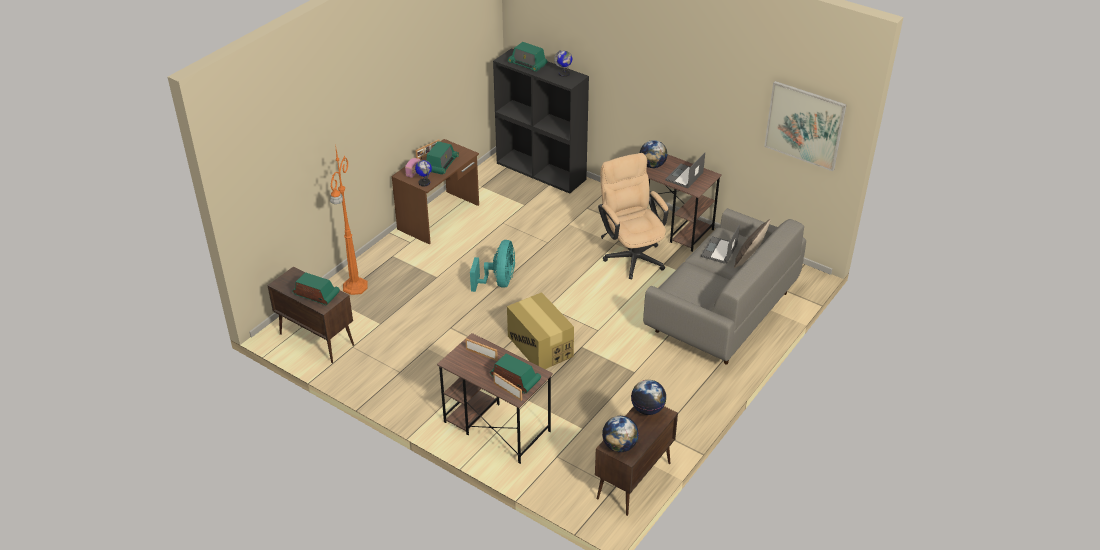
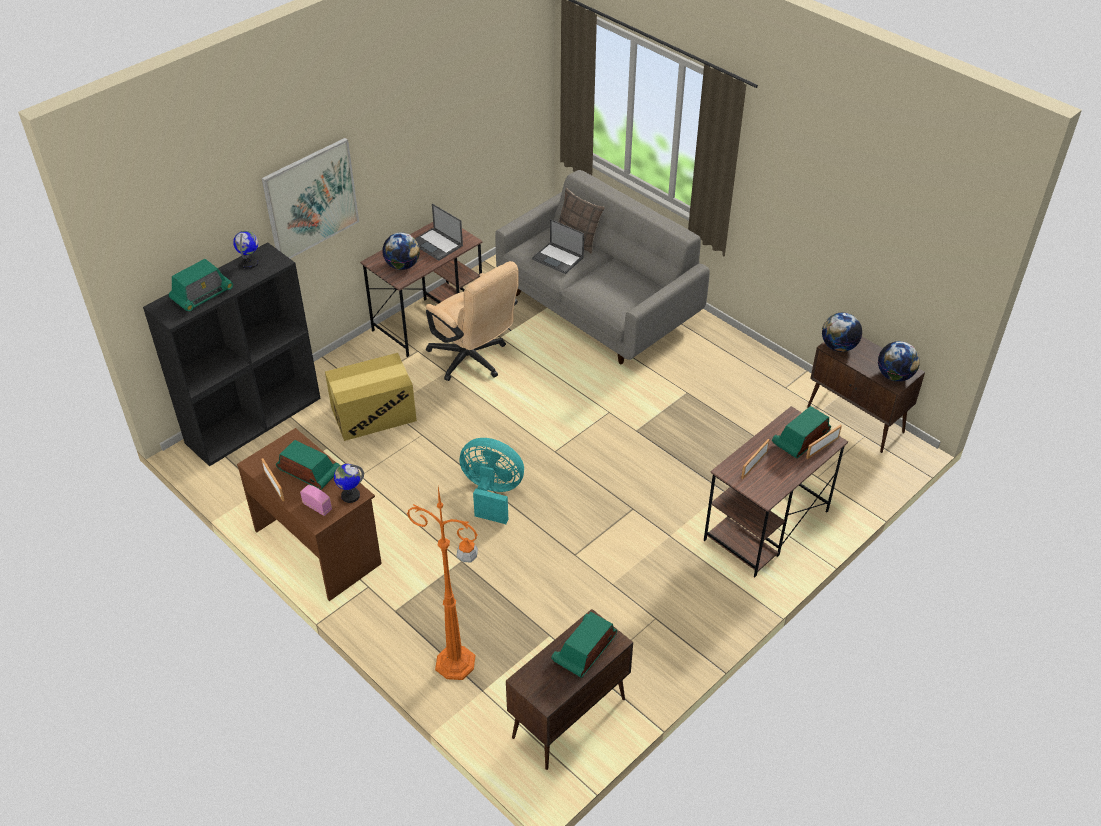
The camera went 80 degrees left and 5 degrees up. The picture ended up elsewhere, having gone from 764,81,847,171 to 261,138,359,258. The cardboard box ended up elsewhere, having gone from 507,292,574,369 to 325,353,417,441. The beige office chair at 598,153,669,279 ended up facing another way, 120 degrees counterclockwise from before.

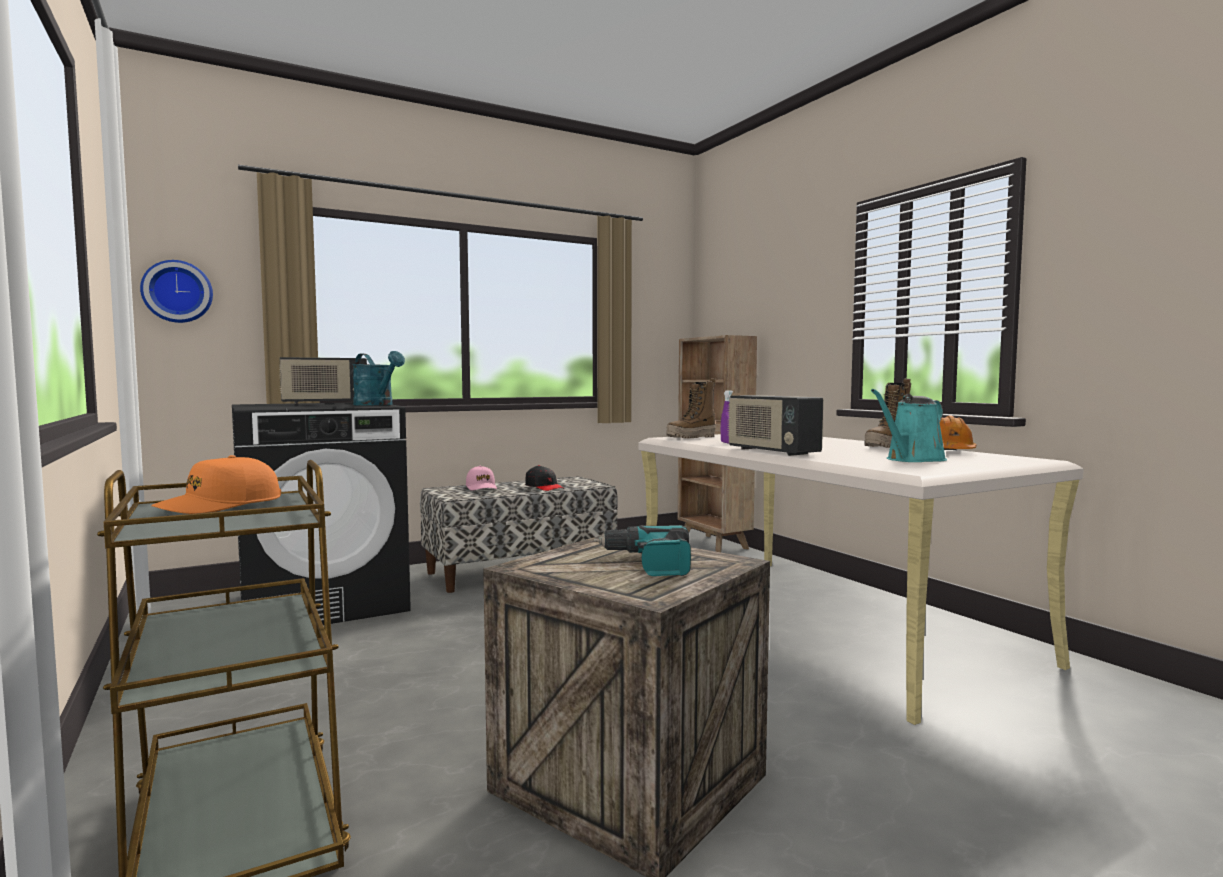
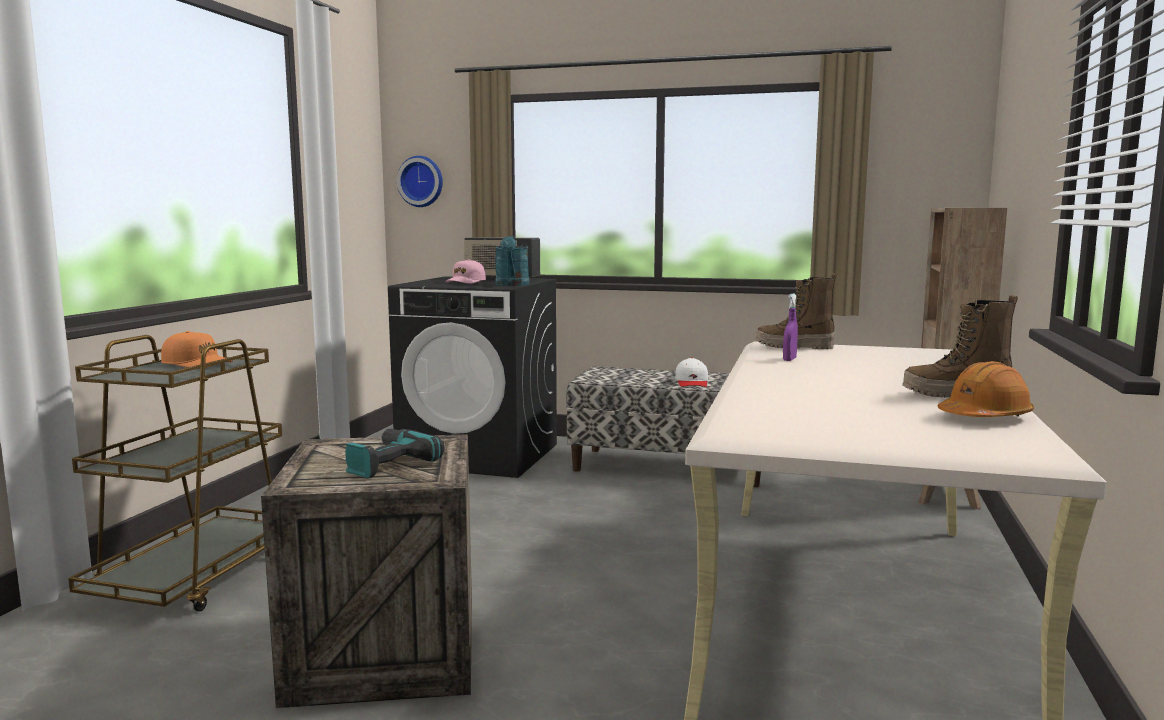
The camera went 45 degrees right and 5 degrees up. The orange cap at 151,455,281,514 ended up facing another way, 150 degrees counterclockwise from before. The pink cap ended up elsewhere, having gone from 466,466,497,490 to 446,259,486,284. What was the black cap at 525,465,565,491 turned into the white cap at 675,357,708,387. The second view lost the radio at 727,395,823,456. The second view lost the turquoise watering can at 871,389,947,462.

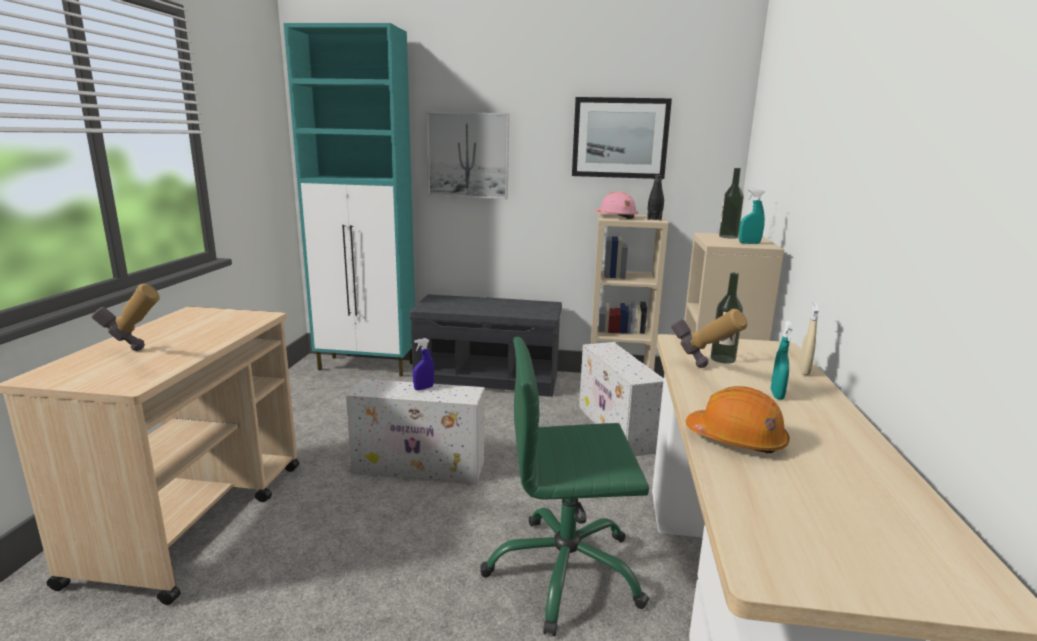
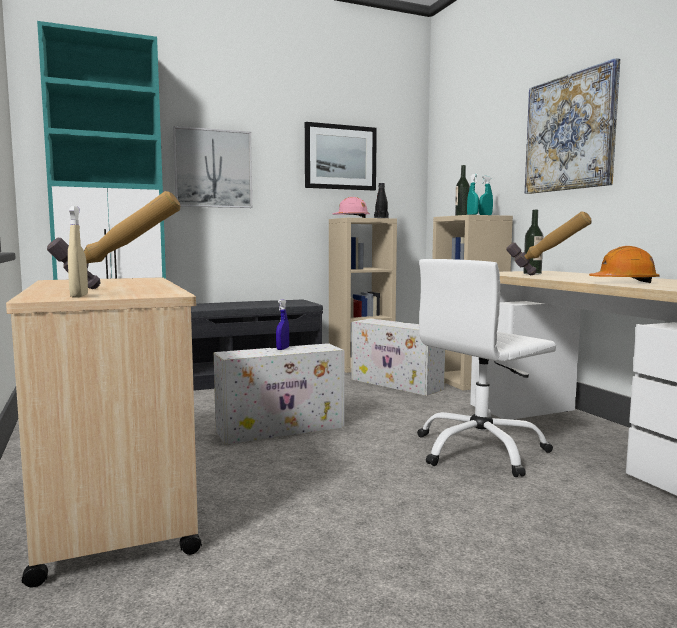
The camera went 30 degrees left and 10 degrees down. The beige spray bottle ended up elsewhere, having gone from 799,302,819,376 to 68,206,88,298. What was the green office chair at 481,337,649,636 turned into the white office chair at 417,259,556,477. The turquoise spray bottle ended up elsewhere, having gone from 771,321,793,400 to 467,174,479,215. The second view gained the picture at 525,58,620,194.

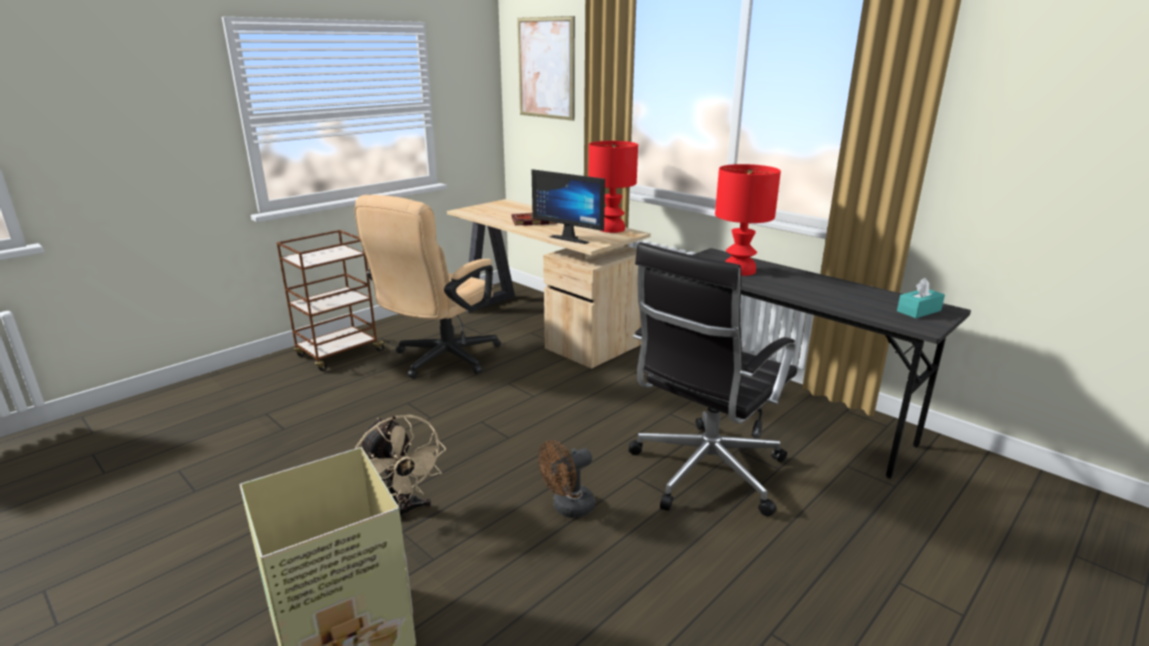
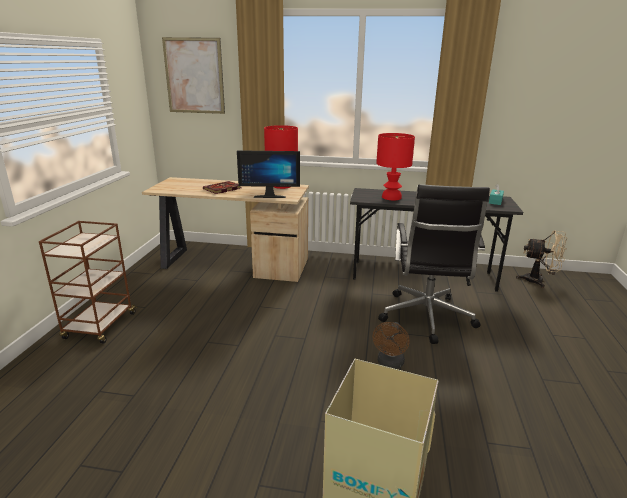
The camera went 35 degrees left and 0 degrees up. The beige fan ended up elsewhere, having gone from 355,415,446,520 to 516,230,567,288. The second view lost the beige office chair at 354,195,501,379.

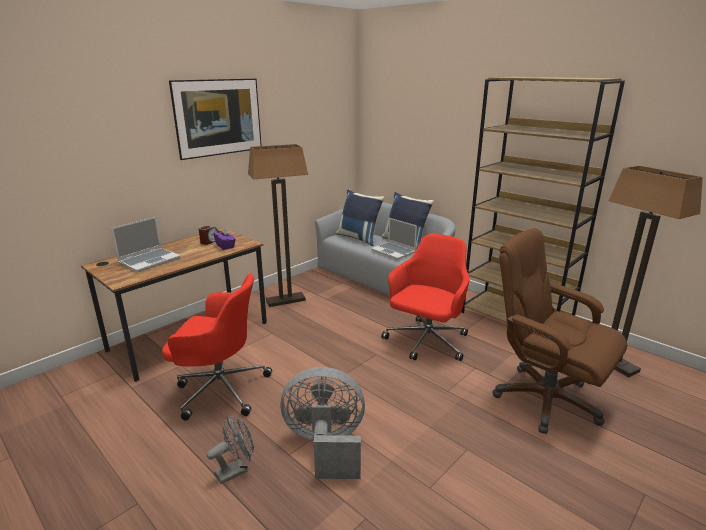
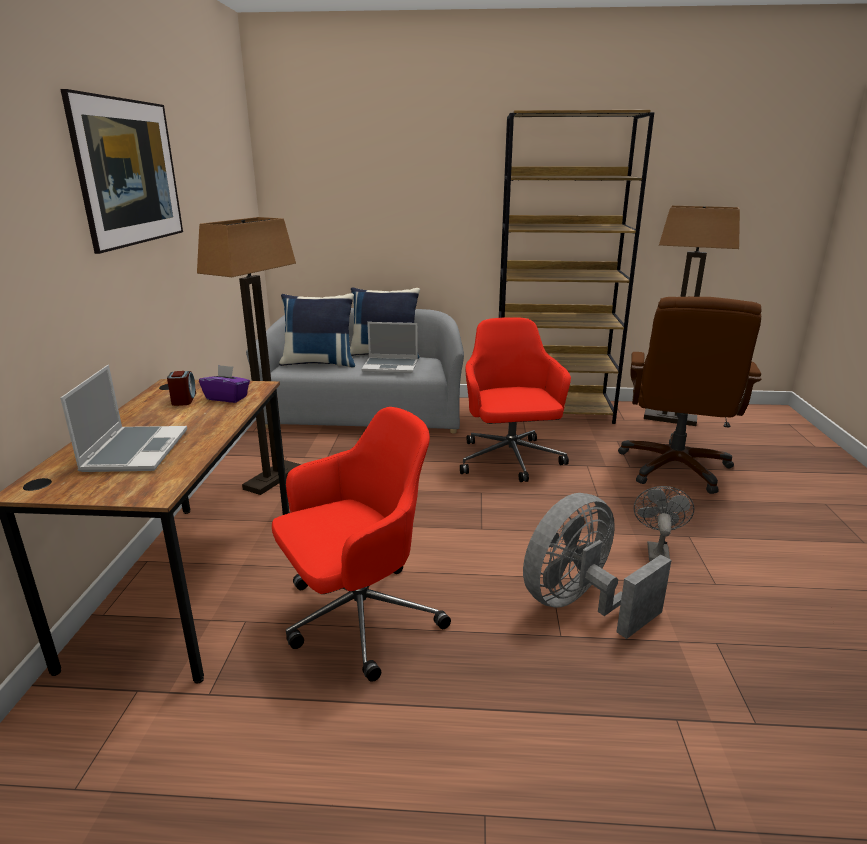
The camera went 40 degrees left and 0 degrees up. The brown office chair at 492,228,627,434 ended up facing another way, 75 degrees counterclockwise from before. The grey fan ended up elsewhere, having gone from 207,416,254,484 to 634,486,694,561.

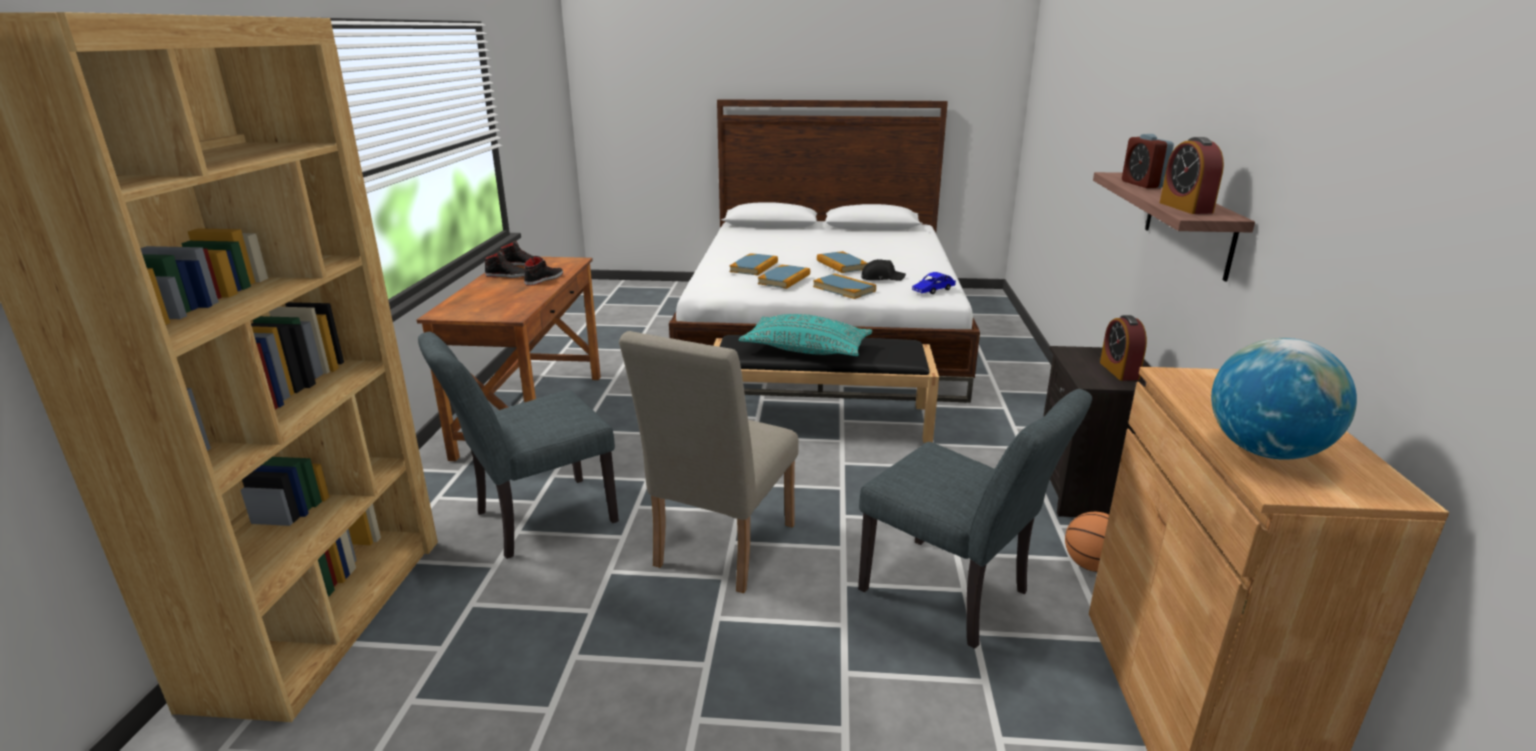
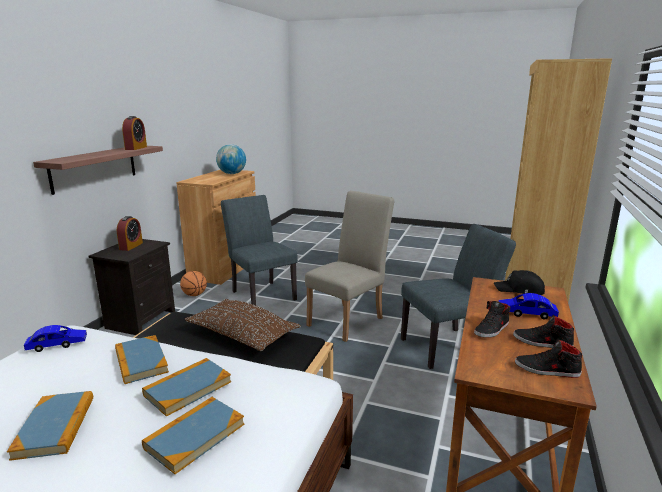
The camera went 165 degrees left and 5 degrees down. What was the turquoise pillow at 739,314,872,356 turned into the brown pillow at 185,299,301,351. The black cap ended up elsewhere, having gone from 861,259,906,281 to 494,270,545,295. The second view gained the blue toy car at 498,293,559,320. The second view lost the alarm clock at 1122,134,1174,188.

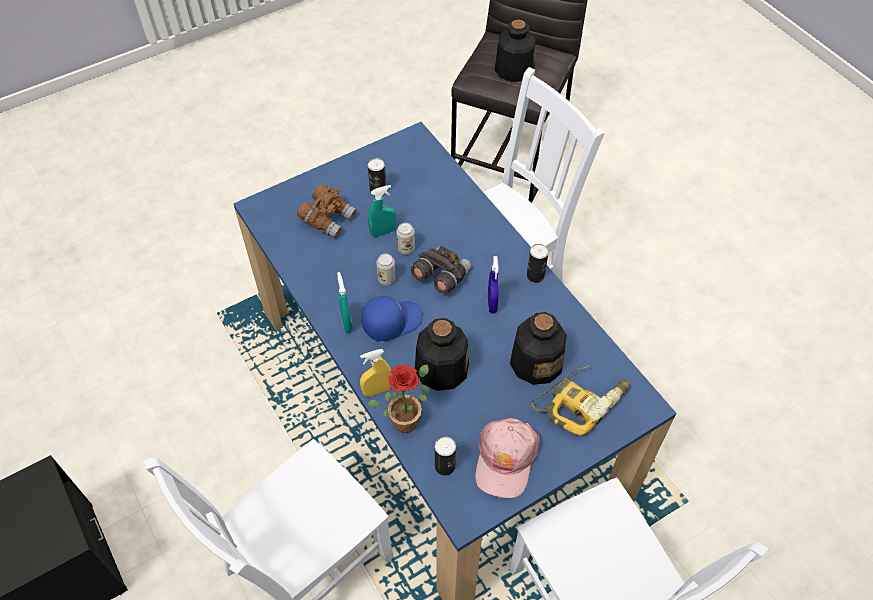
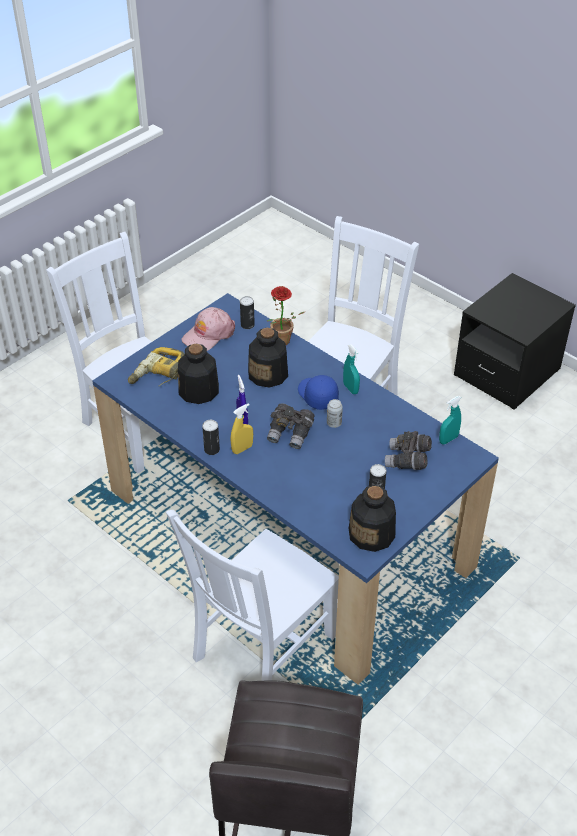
The camera went 165 degrees right and 10 degrees down. The pink cap at 475,418,540,498 ended up facing another way, 135 degrees counterclockwise from before. The yellow spray bottle ended up elsewhere, having gone from 360,349,392,397 to 231,403,253,454. The blue cap at 362,296,423,341 ended up facing another way, 105 degrees clockwise from before. The bottle ended up elsewhere, having gone from 494,20,536,82 to 348,485,396,552. What was the brown binoculars at 297,184,356,238 turned into the grey binoculars at 385,431,432,470. The turquoise spray bottle ended up elsewhere, having gone from 368,185,396,237 to 439,396,461,444. The second view lost the can at 397,223,415,254.

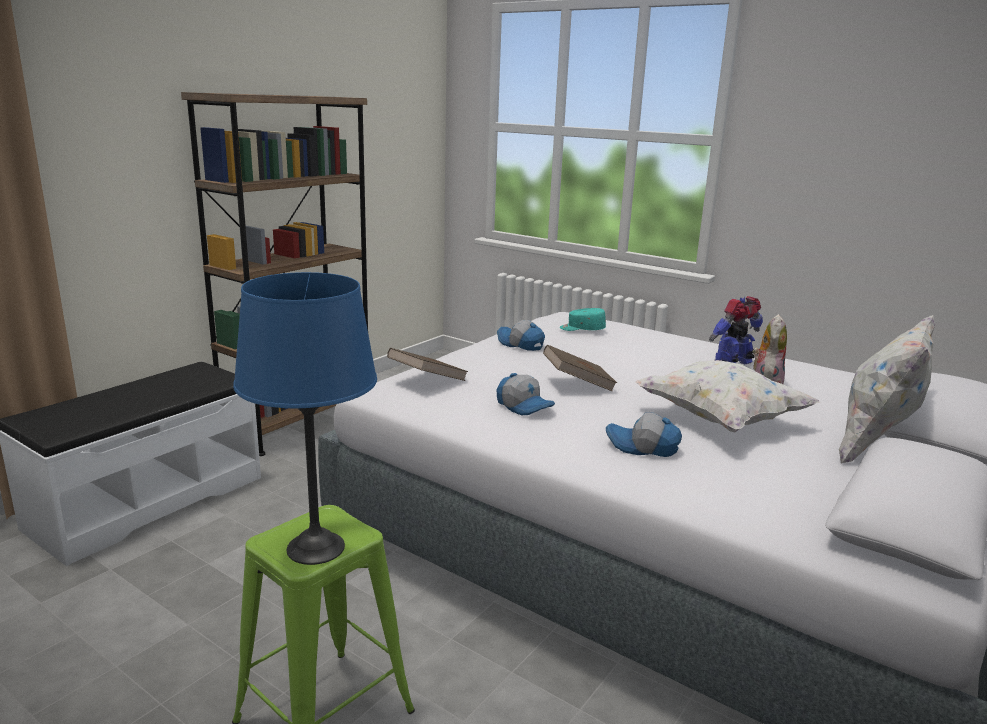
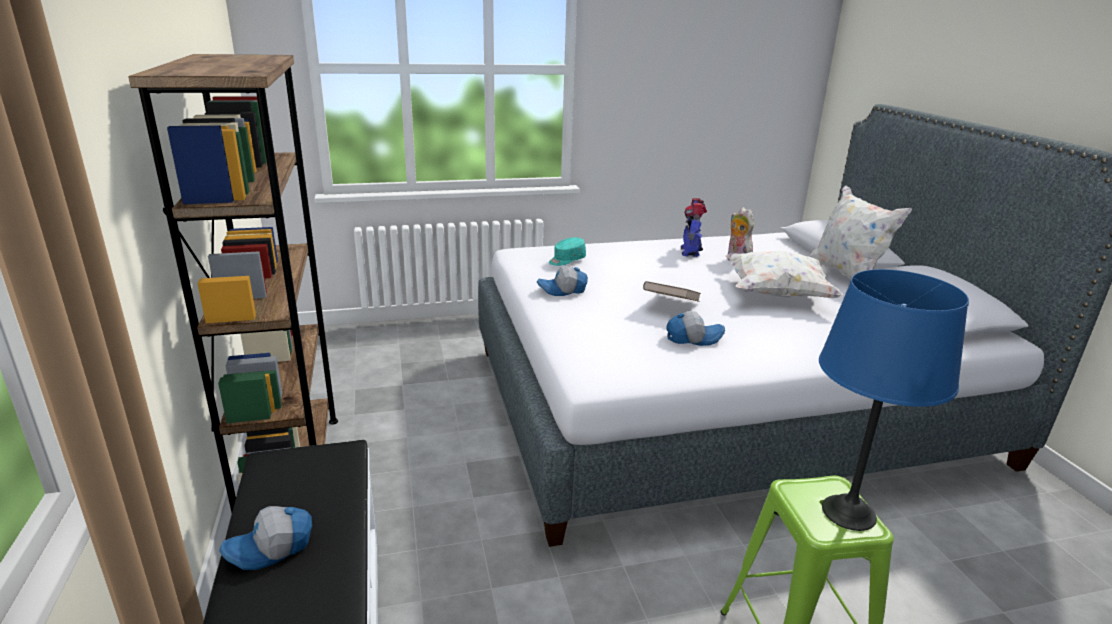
The camera went 50 degrees left and 5 degrees up. The cap ended up elsewhere, having gone from 606,413,682,457 to 219,506,312,570. The second view lost the brown book at 387,348,468,381.

